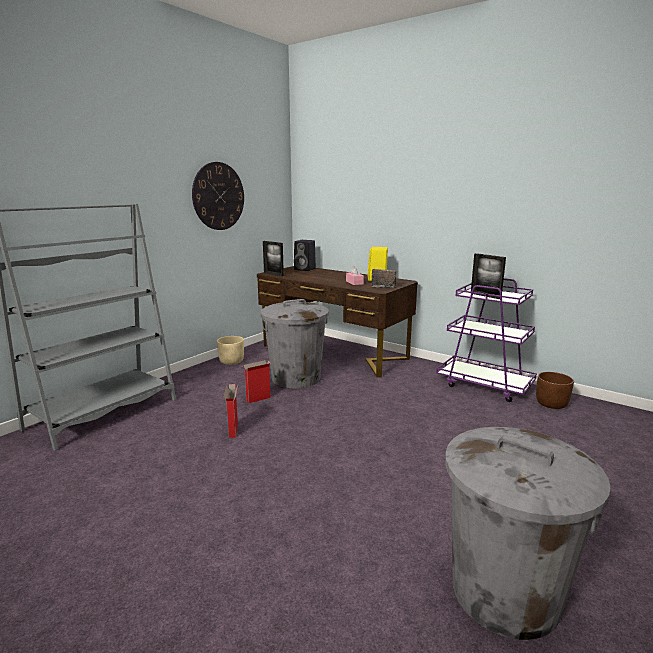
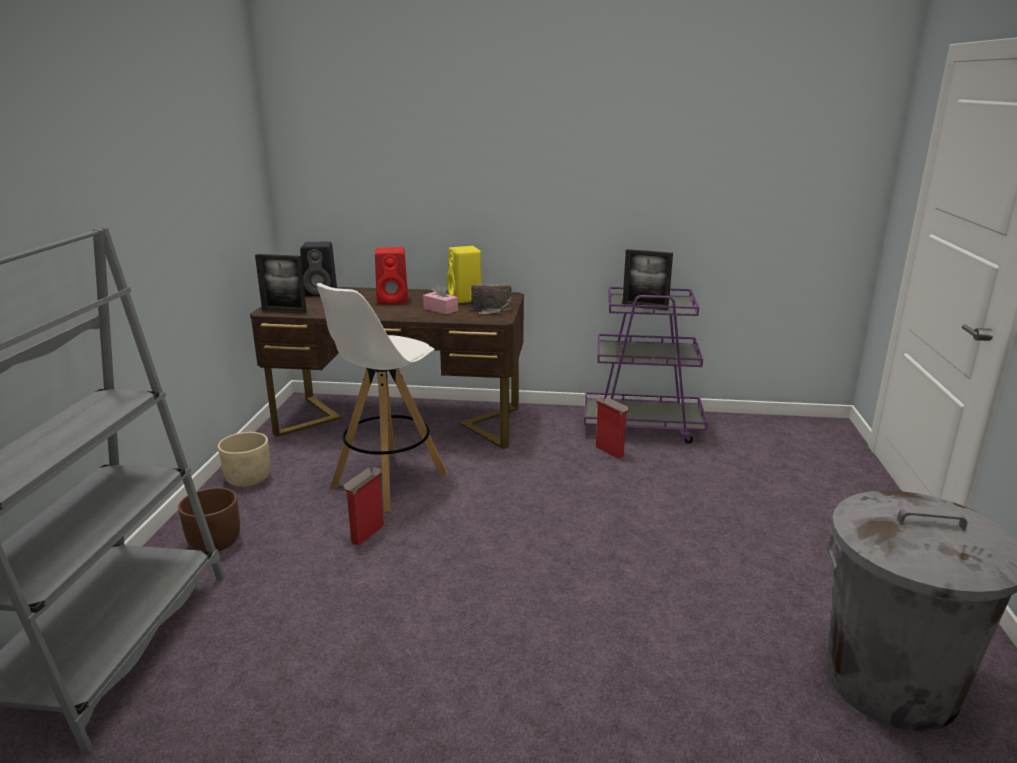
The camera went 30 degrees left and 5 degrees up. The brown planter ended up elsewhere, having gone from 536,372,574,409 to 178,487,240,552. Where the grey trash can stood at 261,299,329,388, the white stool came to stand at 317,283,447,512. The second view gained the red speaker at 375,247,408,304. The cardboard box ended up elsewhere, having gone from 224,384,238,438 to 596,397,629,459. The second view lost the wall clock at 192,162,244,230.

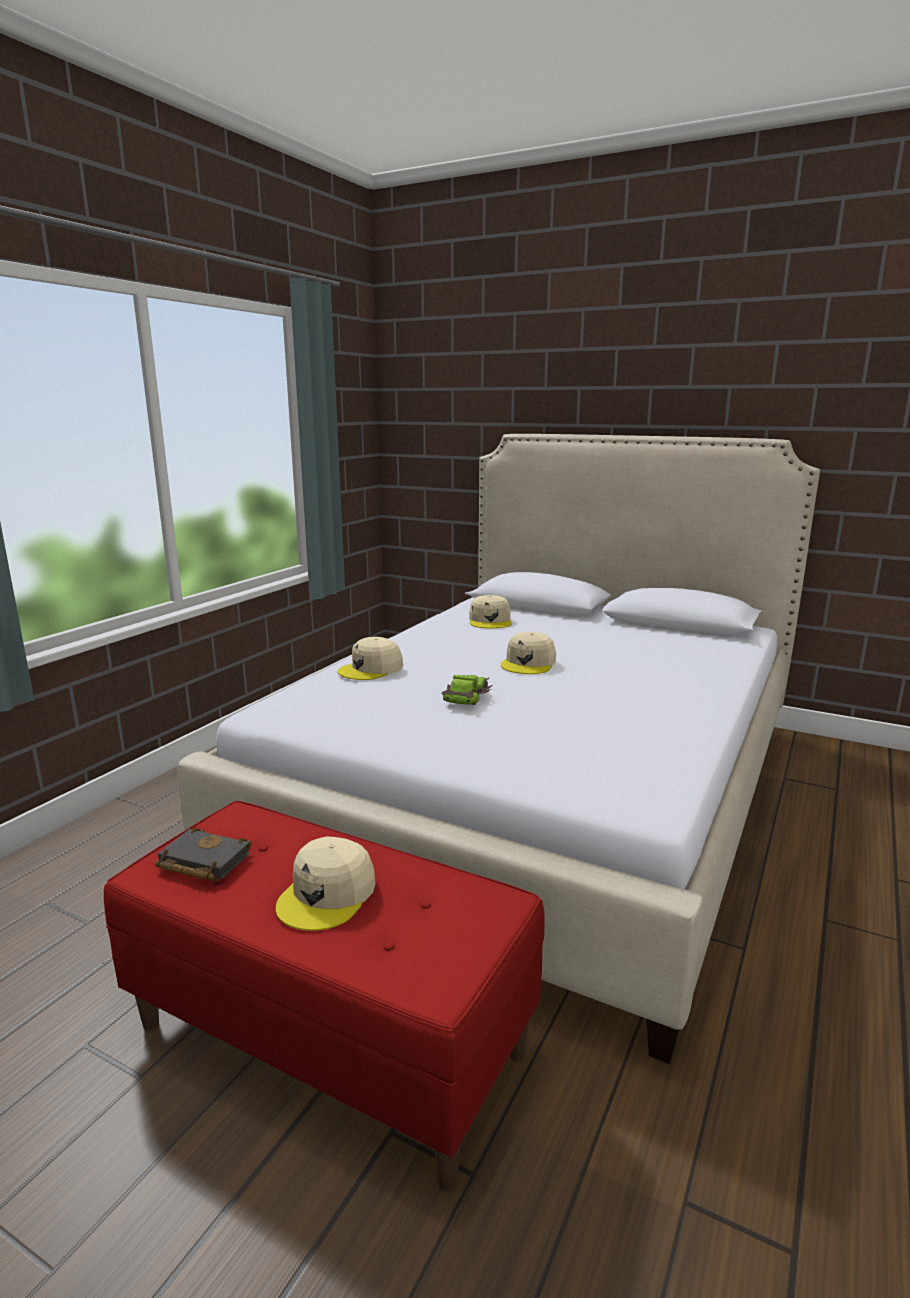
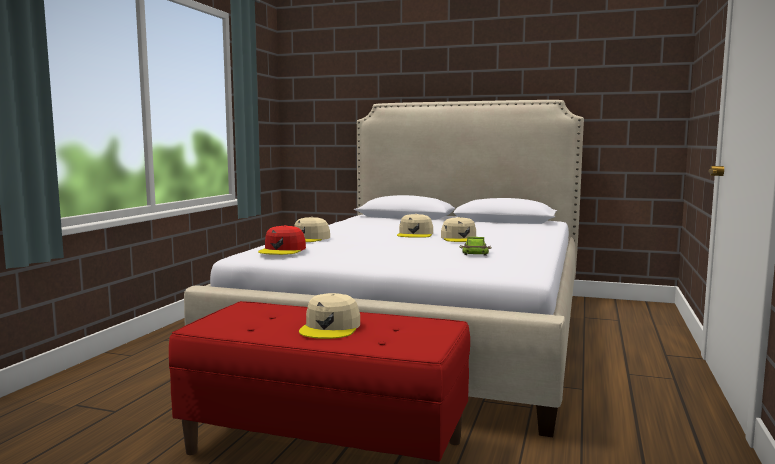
The camera went 10 degrees left and 10 degrees down. The second view gained the red cap at 258,225,306,255. The beige cap ended up elsewhere, having gone from 469,595,511,629 to 441,217,476,242. The toy car ended up elsewhere, having gone from 442,675,493,705 to 459,237,492,256. The second view lost the black book at 155,827,252,882.

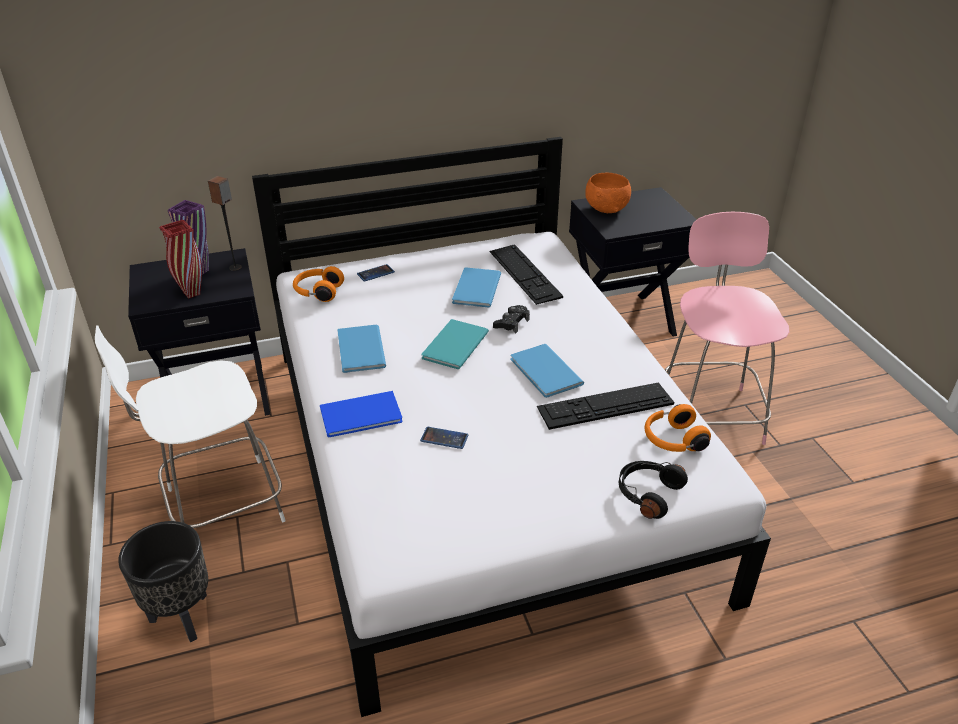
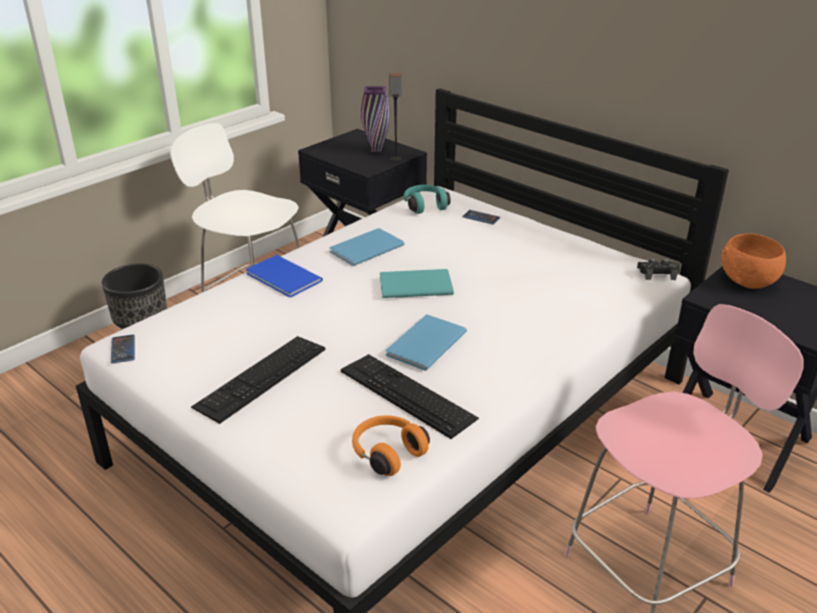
The camera went 60 degrees right and 5 degrees down. The phone ended up elsewhere, having gone from 420,427,468,449 to 111,334,135,363. The keyboard ended up elsewhere, having gone from 490,244,563,305 to 191,336,325,424. What was the orange headphones at 293,266,344,302 turned into the turquoise headphones at 403,185,451,214. The black game controller ended up elsewhere, having gone from 493,305,530,334 to 637,258,680,280. The second view lost the red vase at 159,220,202,299. The second view lost the blue book at 452,267,501,307. The second view lost the black headphones at 619,461,688,519.

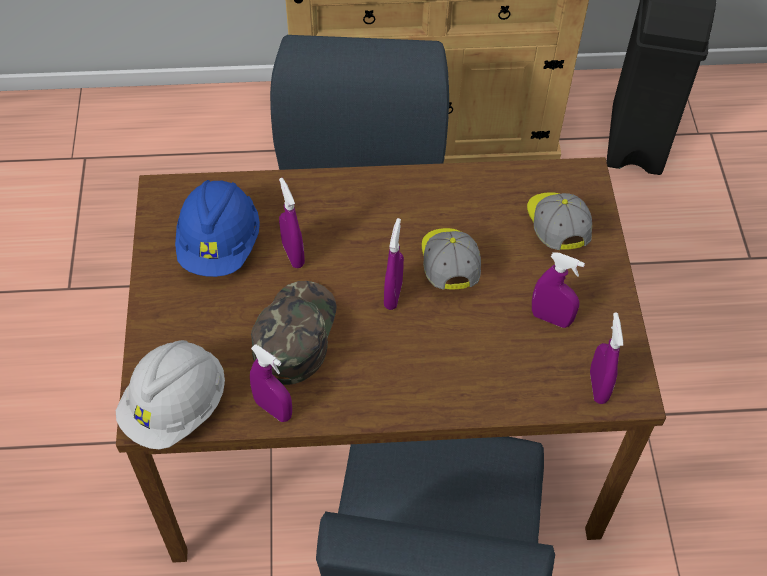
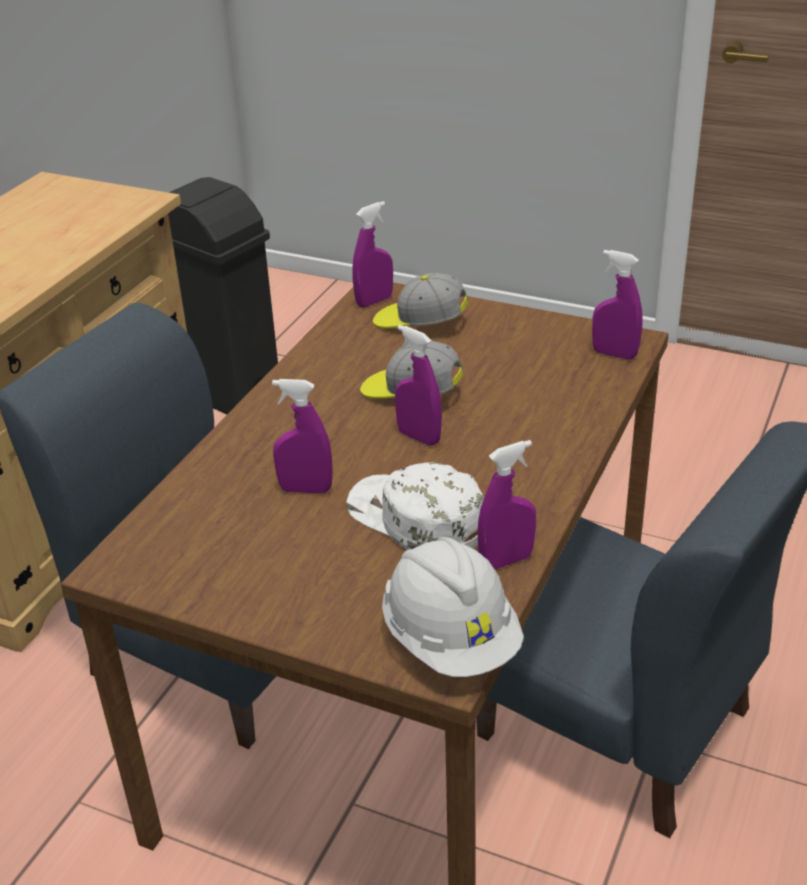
The camera went 60 degrees left and 20 degrees down. What was the green cap at 251,281,337,385 turned into the white cap at 346,462,484,550. The purple spray bottle ended up elsewhere, having gone from 532,252,585,328 to 352,201,393,308. The second view lost the blue hard hat at 175,180,260,277.

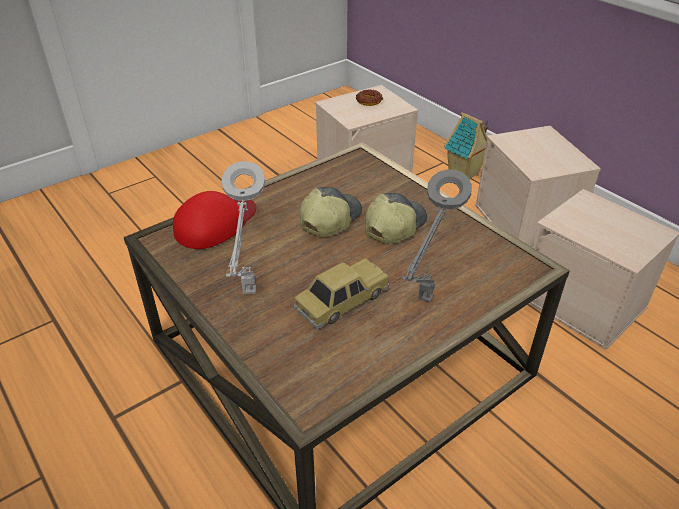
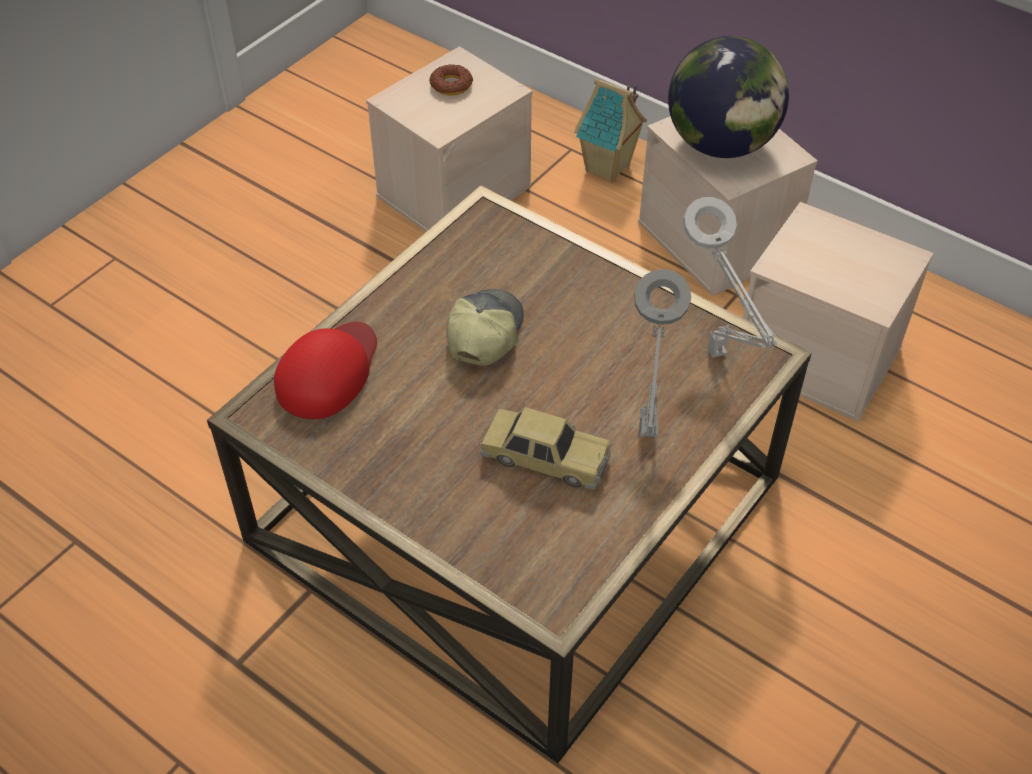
The camera went 15 degrees left and 10 degrees up. The toy car at 294,258,389,329 ended up facing another way, 75 degrees clockwise from before. The second view gained the globe at 668,36,789,158. The grey table lamp ended up elsewhere, having gone from 221,161,265,294 to 683,197,777,358. The second view lost the cap at 365,193,427,244.

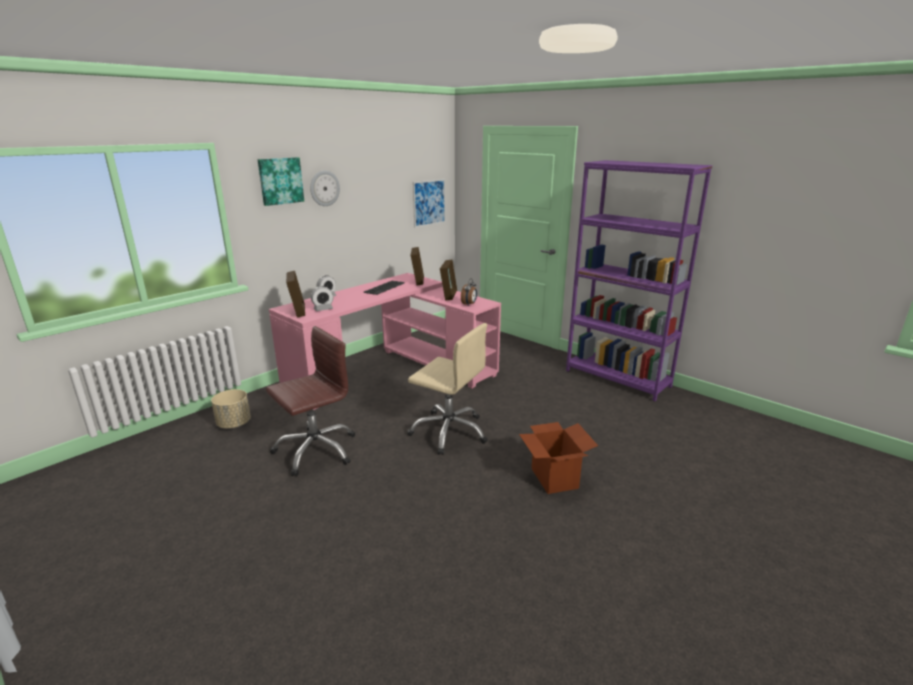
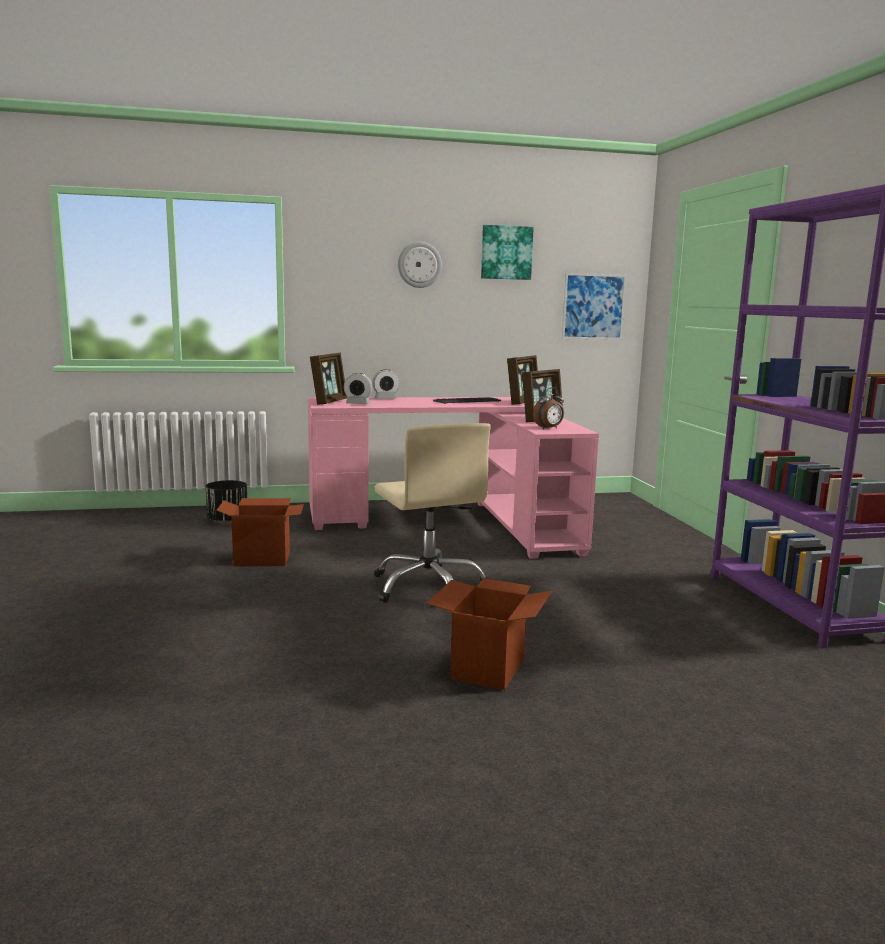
The camera went 35 degrees right and 10 degrees down. What was the beige planter at 211,389,251,428 turned into the black planter at 206,480,247,524. Where the brown office chair stood at 266,326,355,477, the cardboard box came to stand at 216,498,304,567. The picture ended up elsewhere, having gone from 258,157,304,206 to 481,225,534,280.

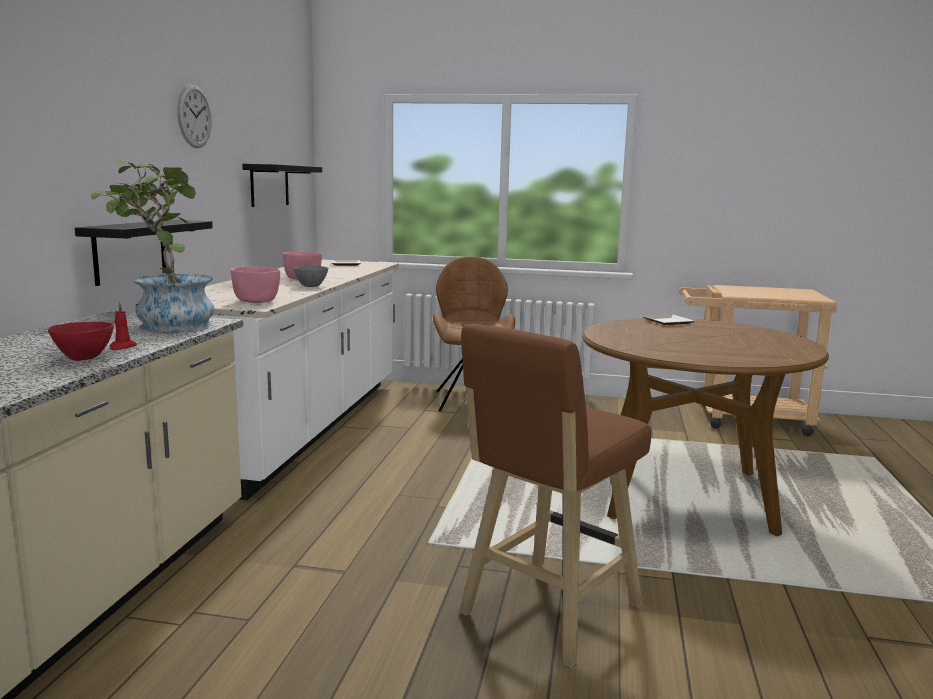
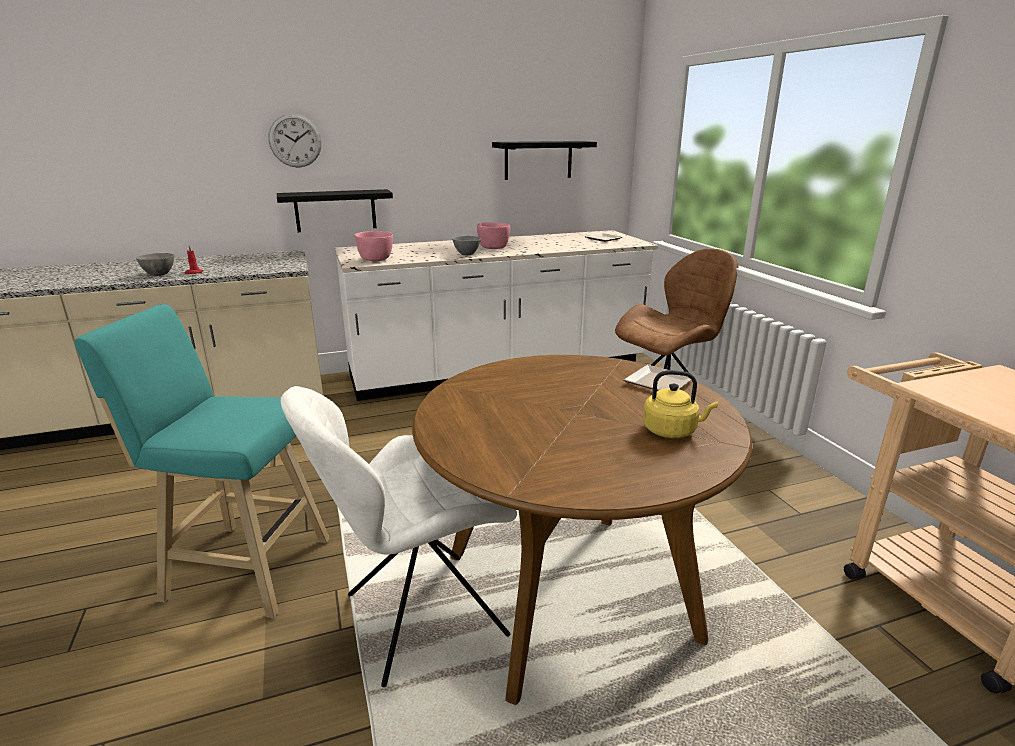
The camera went 60 degrees right and 10 degrees up. What was the brown stool at 459,324,651,669 turned into the turquoise stool at 75,304,330,618. What was the red bowl at 48,322,114,361 turned into the grey bowl at 136,253,175,276. The wall clock ended up elsewhere, having gone from 177,84,212,148 to 268,114,321,168. The second view gained the white chair at 281,386,517,687. The second view gained the yellow kettle at 643,370,718,438. The second view lost the potted plant at 91,159,215,332.

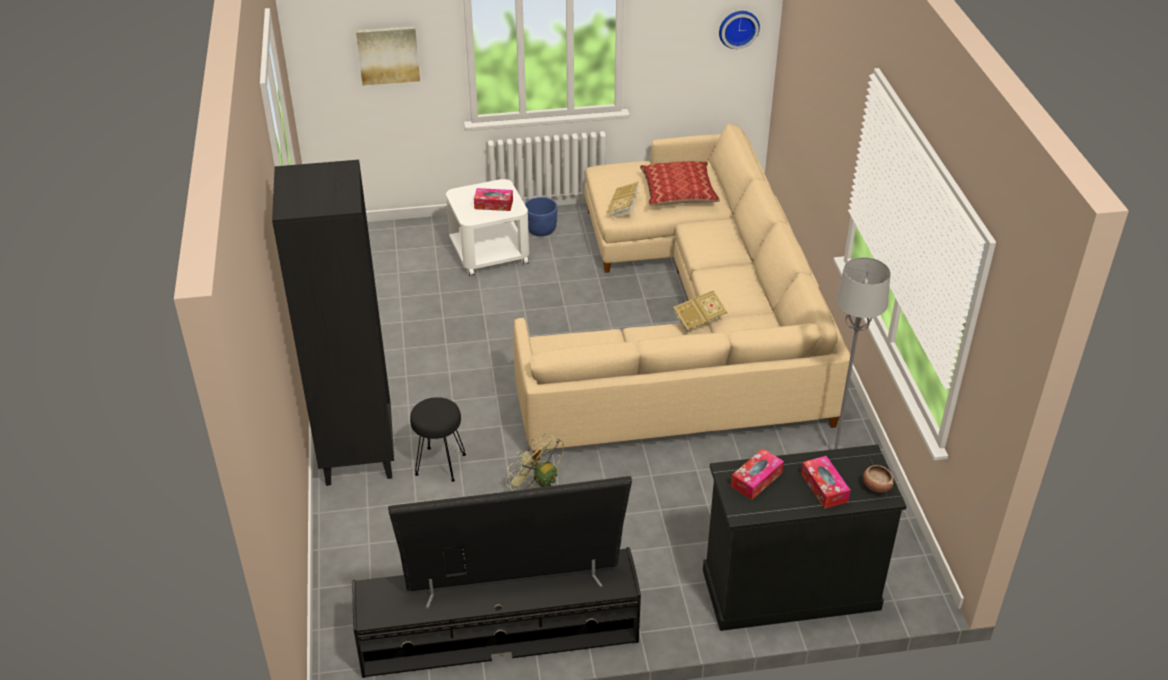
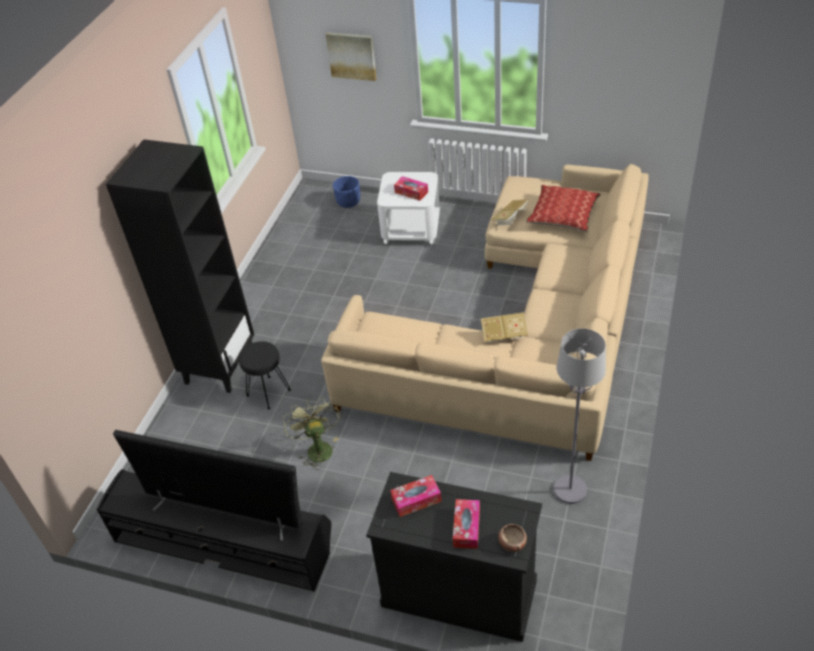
The camera went 30 degrees right and 5 degrees up. The blue planter ended up elsewhere, having gone from 525,197,557,236 to 333,176,360,208. The second view lost the wall clock at 719,11,760,49.

